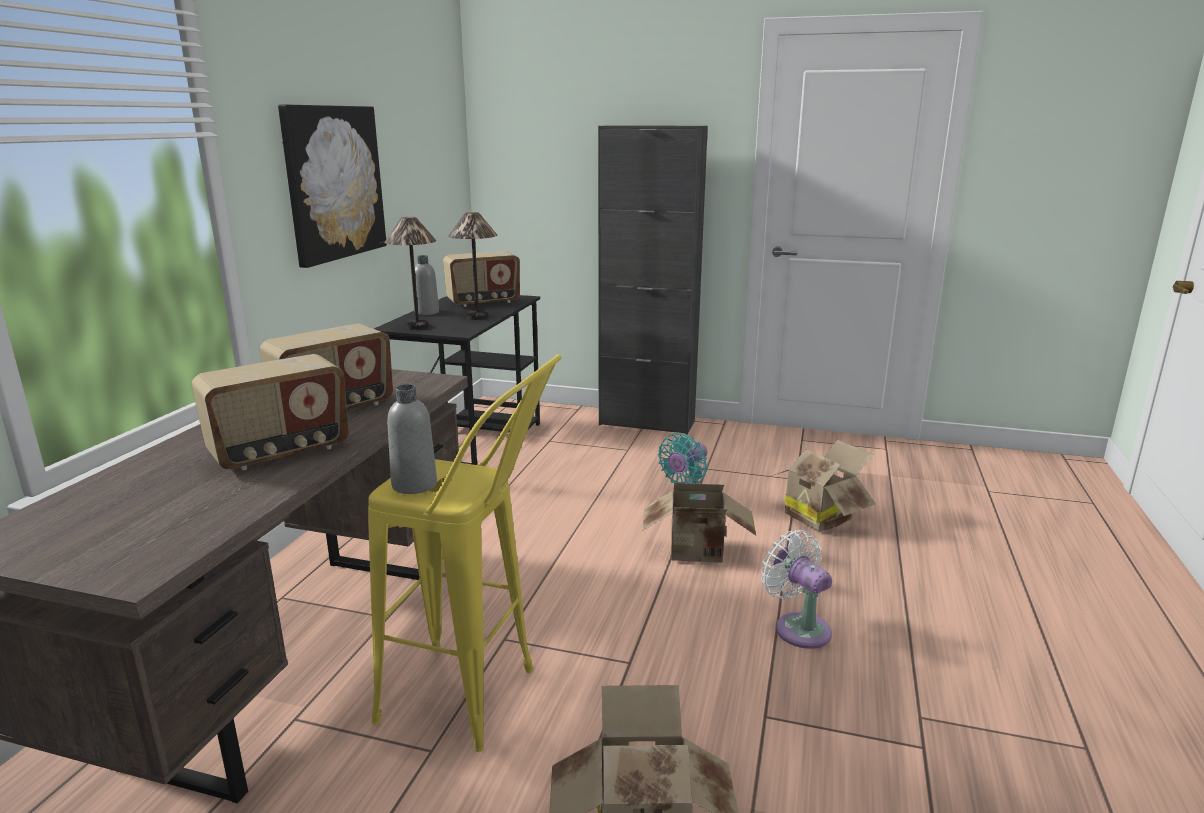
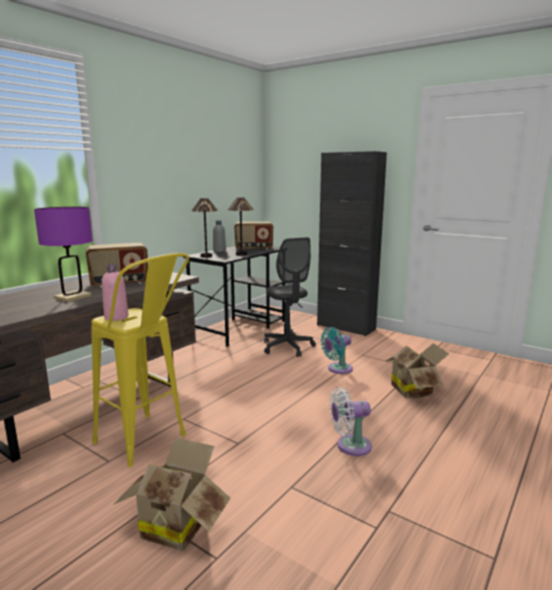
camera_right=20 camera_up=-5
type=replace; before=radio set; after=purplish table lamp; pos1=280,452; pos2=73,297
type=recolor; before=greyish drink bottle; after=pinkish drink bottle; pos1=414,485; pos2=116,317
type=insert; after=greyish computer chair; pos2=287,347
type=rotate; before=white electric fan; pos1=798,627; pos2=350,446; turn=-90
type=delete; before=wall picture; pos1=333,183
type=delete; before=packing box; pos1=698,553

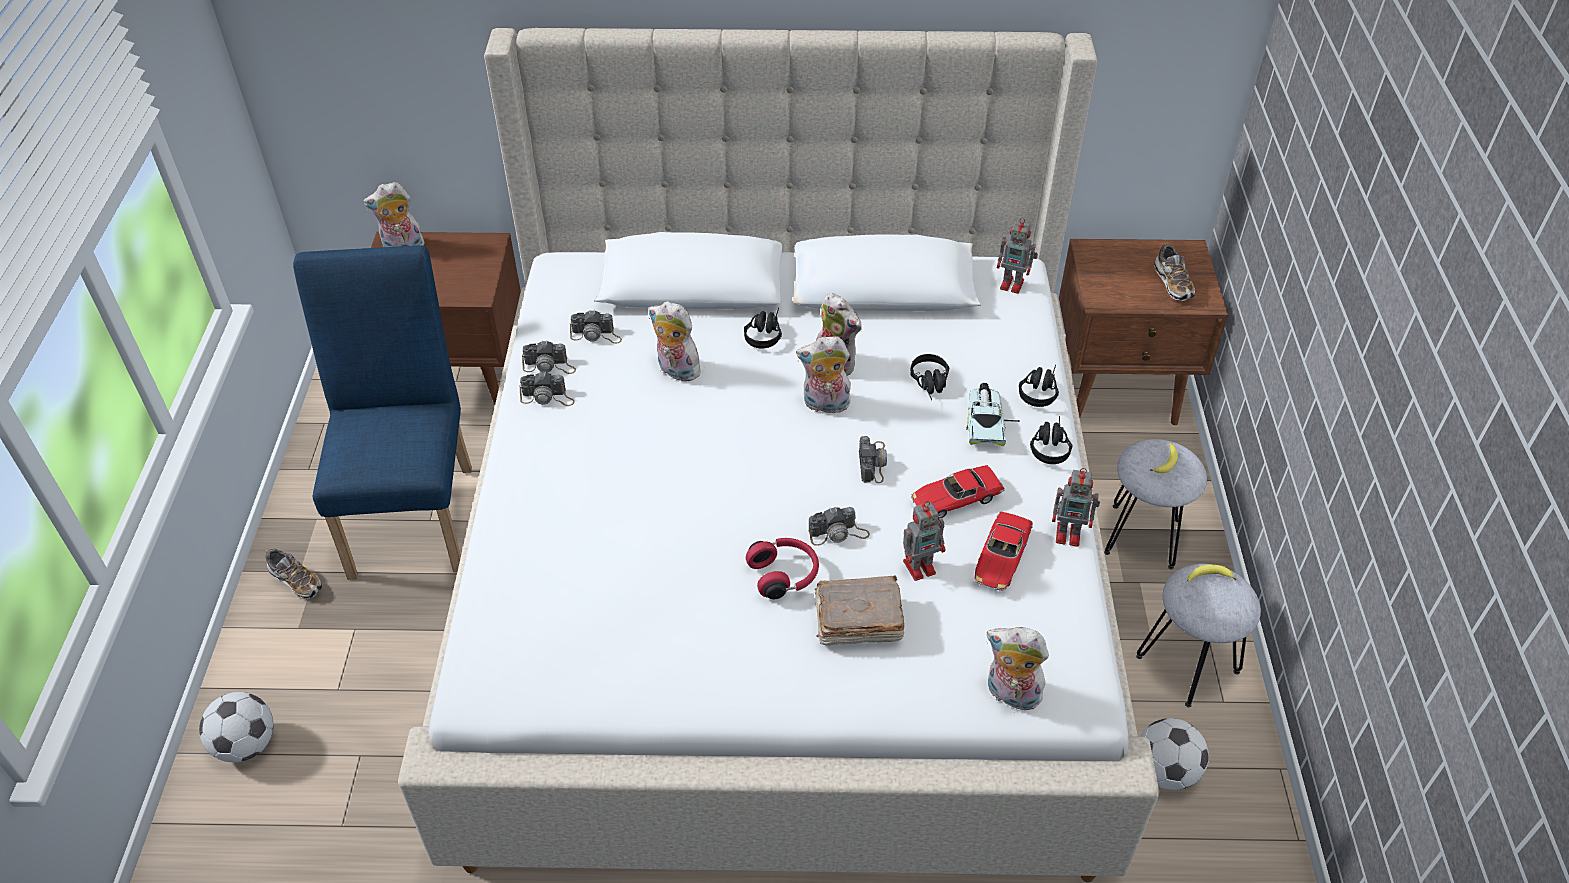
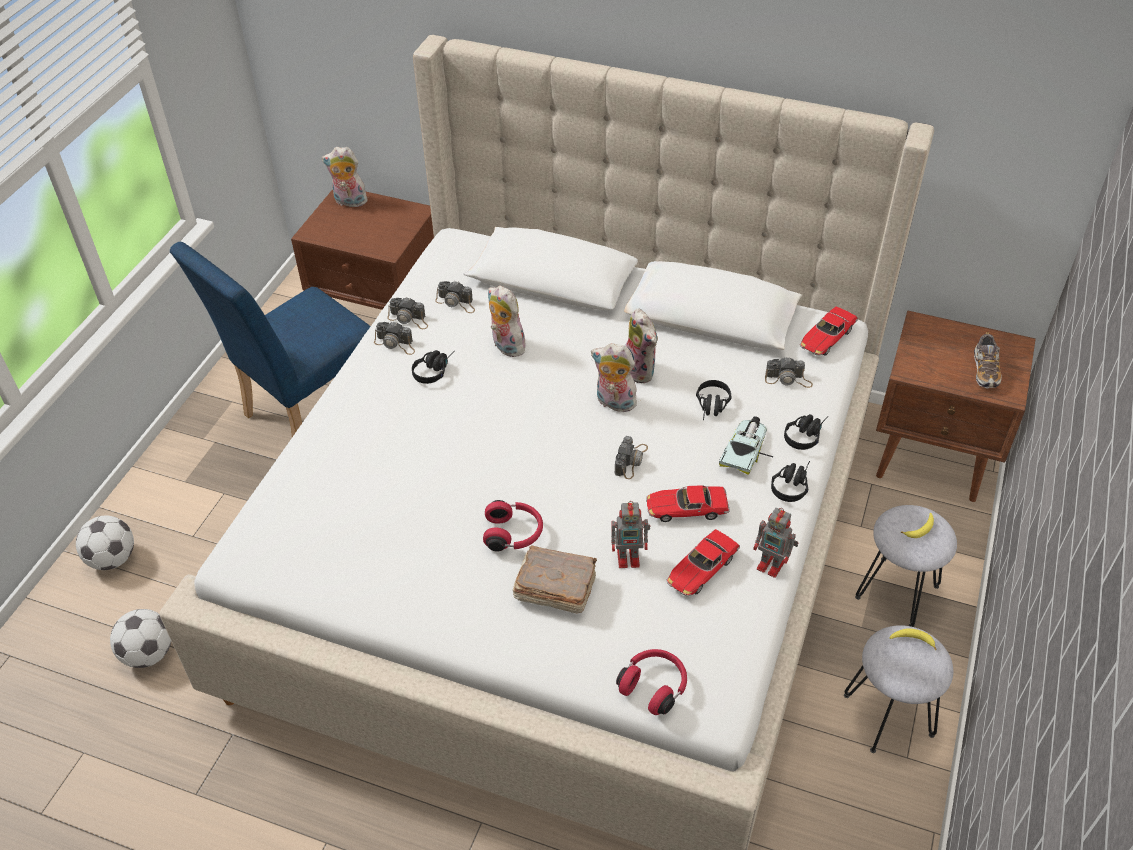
camera_right=20 camera_up=0
type=move; before=ball for football; pos1=1165,771; pos2=148,654
type=rotate; before=blue-coloured upright chair; pos1=415,510; pos2=305,413; turn=-150
type=move; before=black-coloured headset; pos1=764,333; pos2=434,370
type=replace; before=plush toy; after=red-coloured headset; pos1=1010,695; pos2=654,686
type=move; before=photo camera; pos1=838,533; pos2=788,379
type=replace; before=model robot; after=toy car; pos1=1013,284; pos2=826,338
type=delete; before=low shoe; pos1=296,581

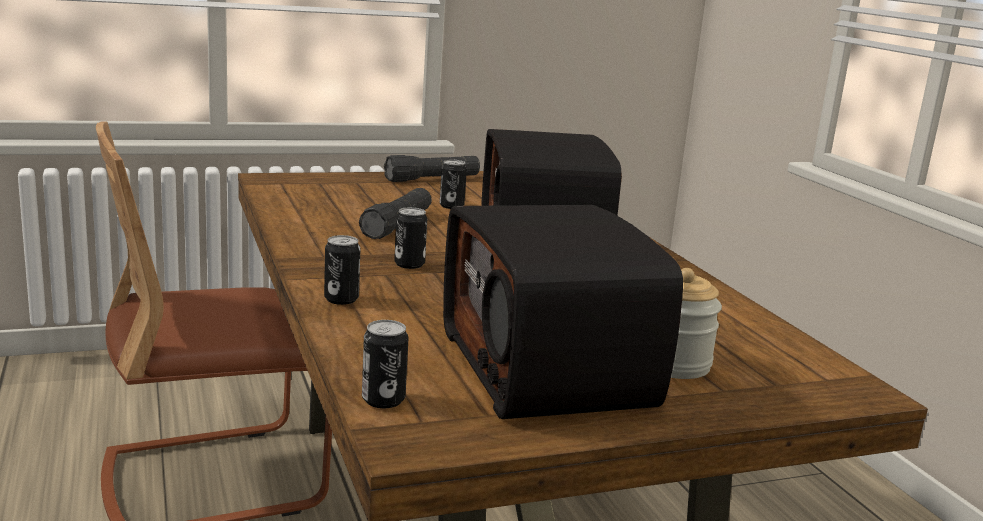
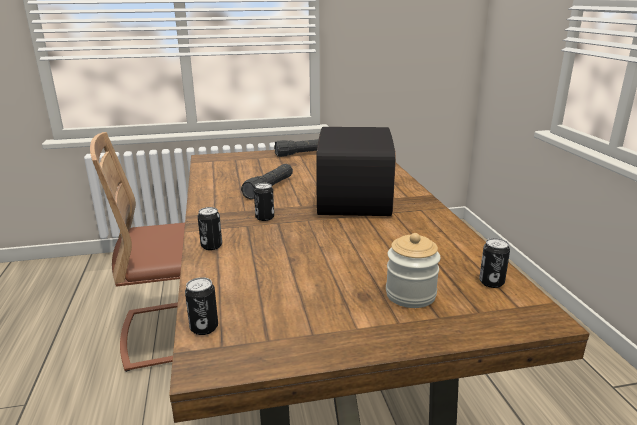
camera_right=10 camera_up=5
type=move; before=sealed can; pos1=451,206; pos2=491,282
type=delete; before=radio set; pos1=550,369

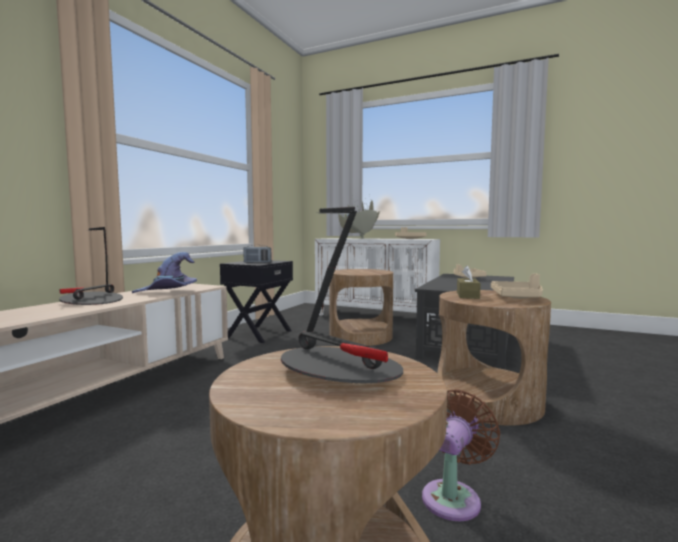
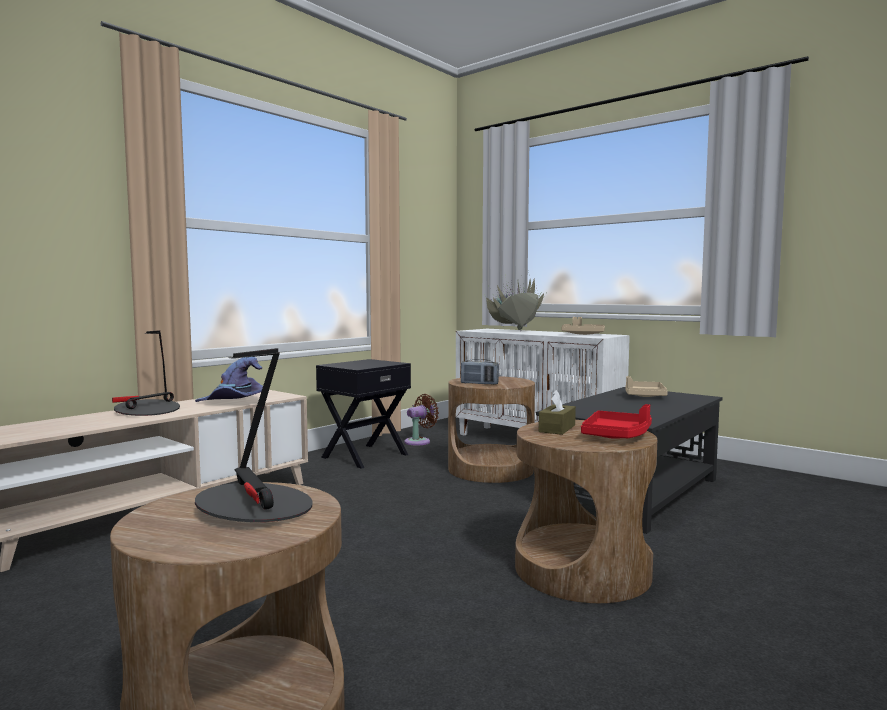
camera_right=15 camera_up=0
type=move; before=brownish electric fan; pos1=453,496; pos2=419,441
type=move; before=radio set; pos1=257,262; pos2=479,384
type=recolor; before=sand-coloured carrying tray; after=red-coloured carrying tray; pos1=517,297; pos2=617,436

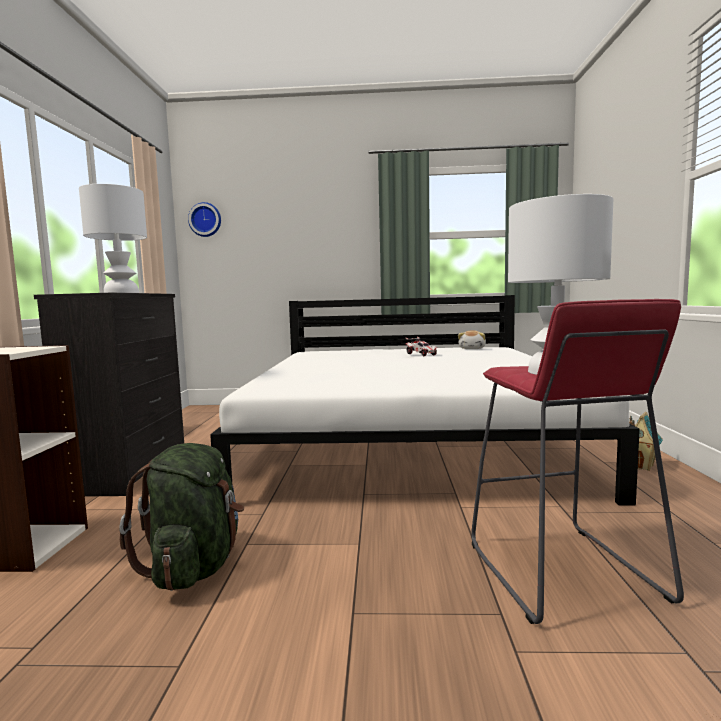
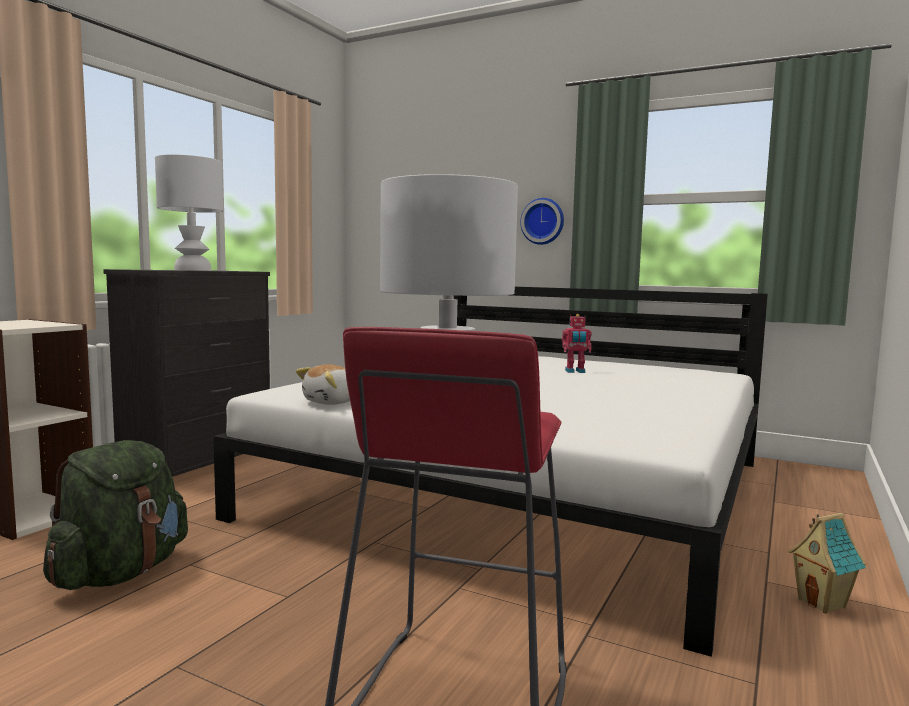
camera_right=25 camera_up=0
type=move; before=plush toy; pos1=472,349; pos2=333,402
type=move; before=wall clock; pos1=205,220; pos2=543,221
type=replace; before=toy car; after=model robot; pos1=421,354; pos2=575,371

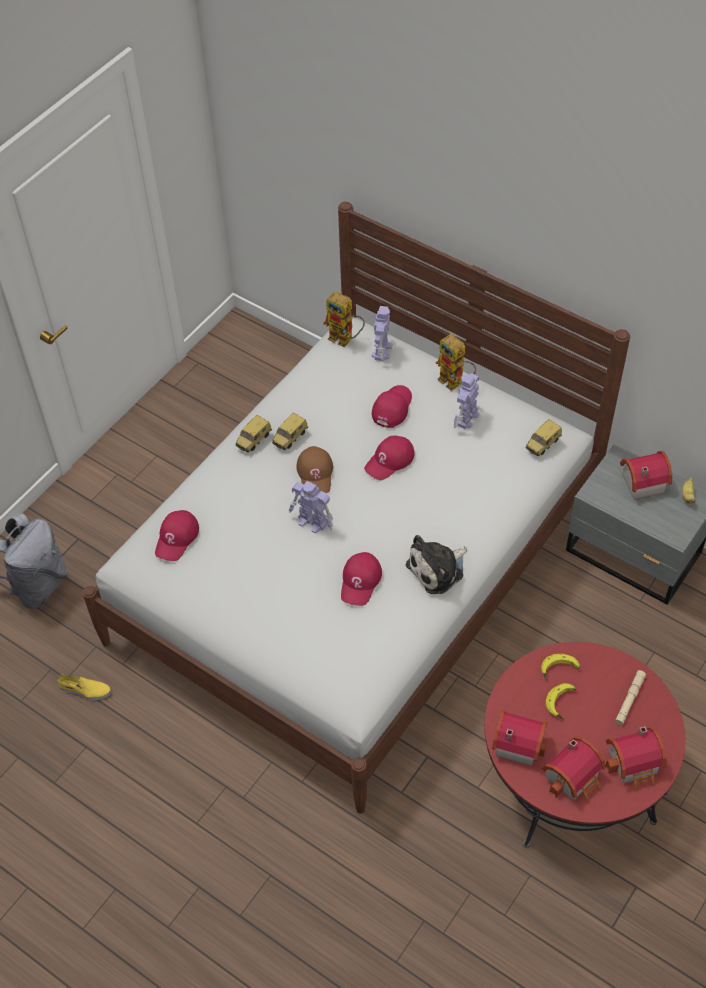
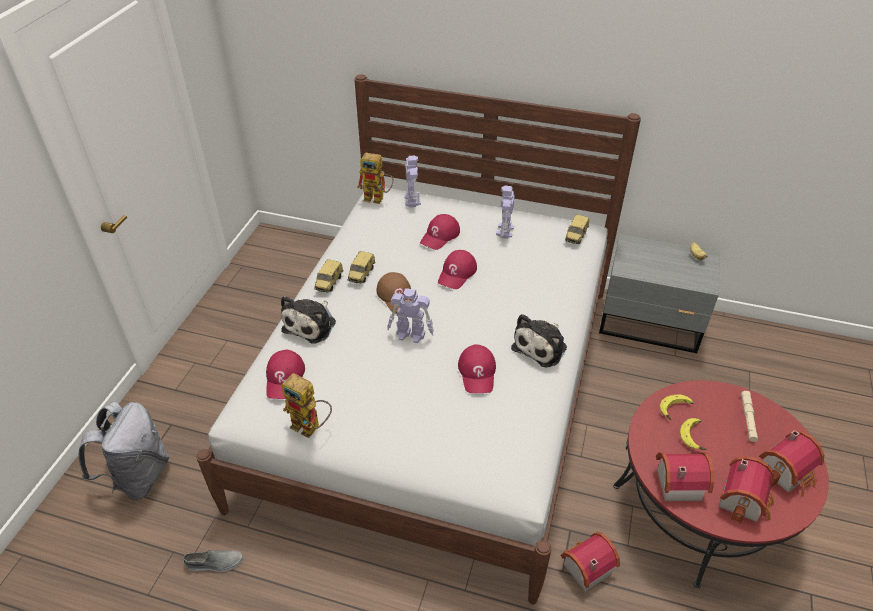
camera_right=-20 camera_up=-10
type=recolor; before=yellow-coloured low shoe; after=greyish low shoe; pos1=85,690; pos2=214,563
type=insert; after=plush toy; pos2=311,324
type=move; before=model robot; pos1=455,383; pos2=311,427
type=rotate; before=red-coloured peaked cap; pos1=392,407; pos2=440,236; turn=-150
type=move; before=toy house; pos1=640,481; pos2=584,567

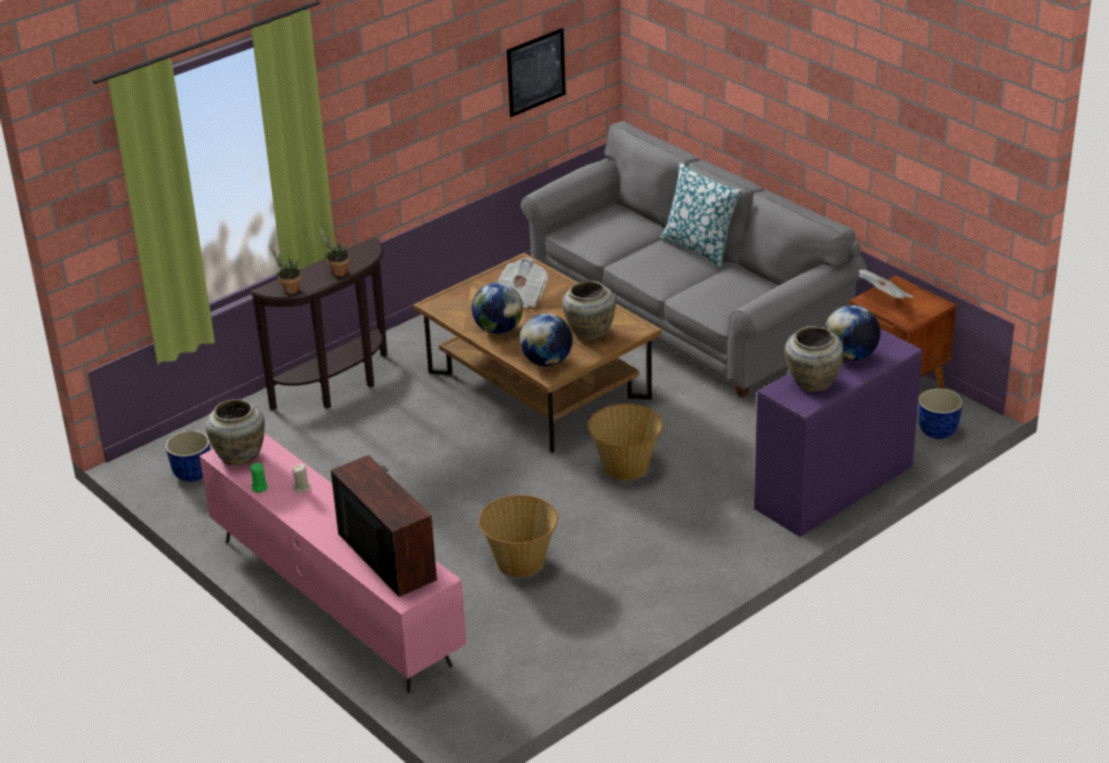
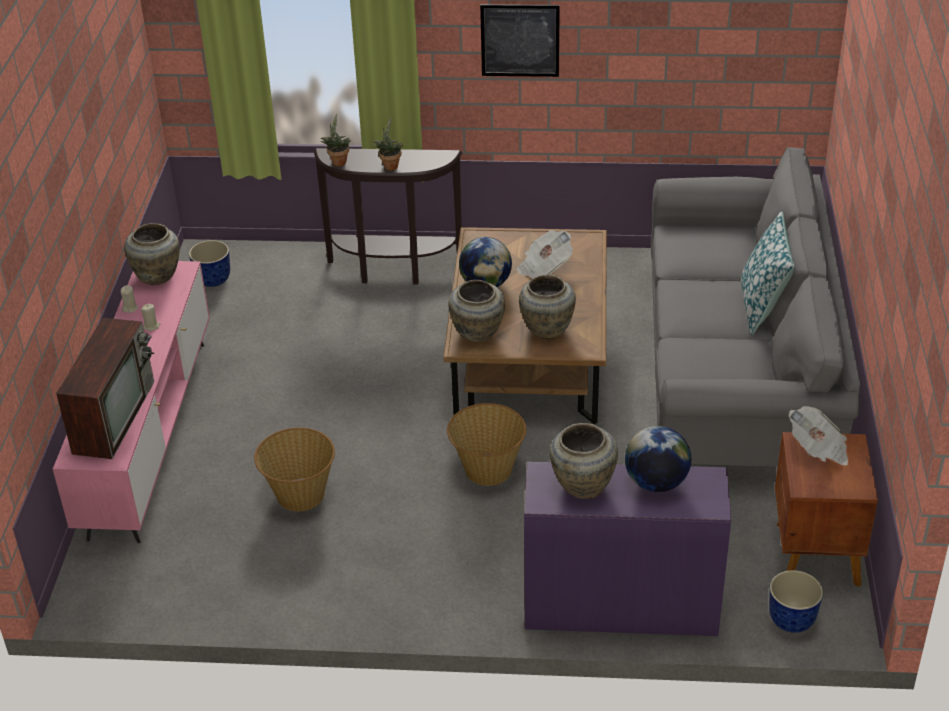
camera_right=45 camera_up=5
type=recolor; before=green-coloured wax candle; after=sand-coloured wax candle; pos1=259,487; pos2=130,308
type=replace; before=world globe; after=sand-coloured decorative vase; pos1=547,362; pos2=477,333
type=move; before=wall picture; pos1=536,72; pos2=520,40

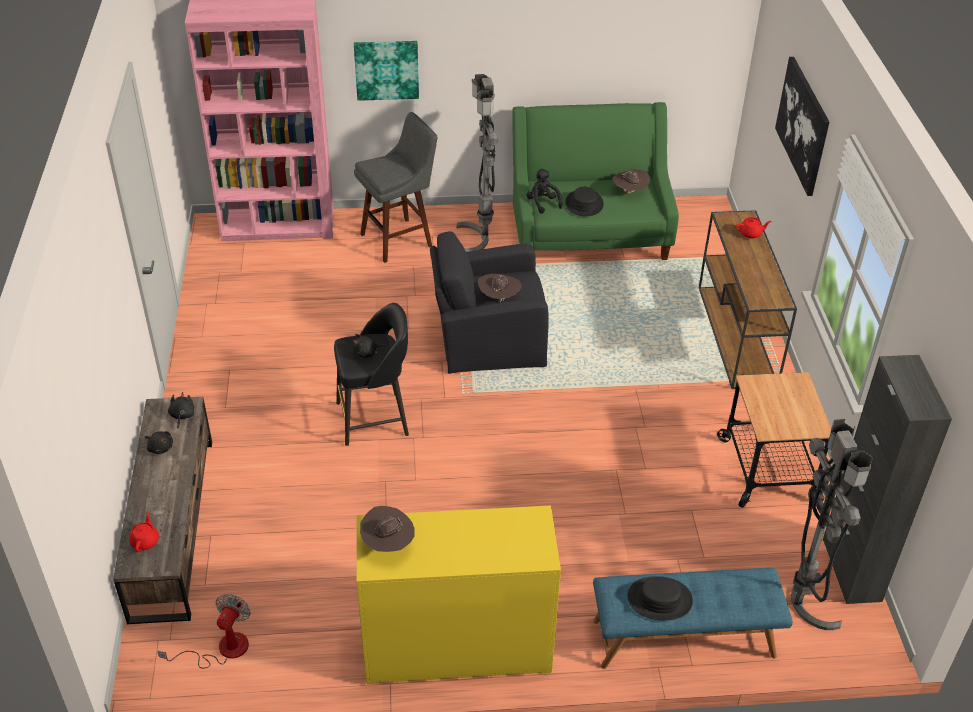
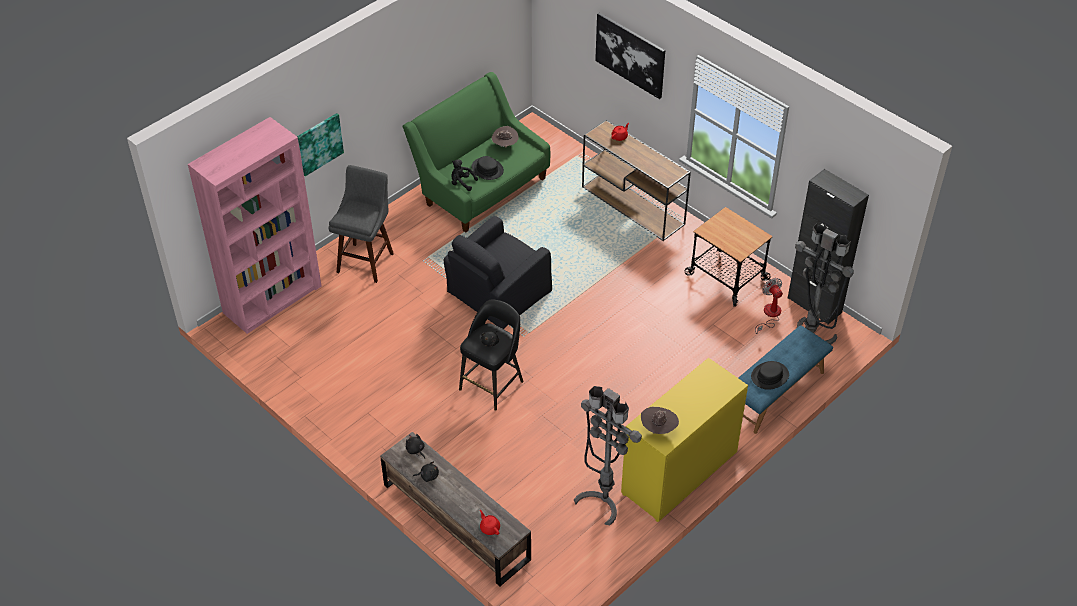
camera_right=-40 camera_up=5
type=move; before=greyish standard lamp; pos1=481,237; pos2=603,501
type=move; before=electric fan; pos1=222,649; pos2=769,315
type=delete; before=brownish clothing hat; pos1=499,298

